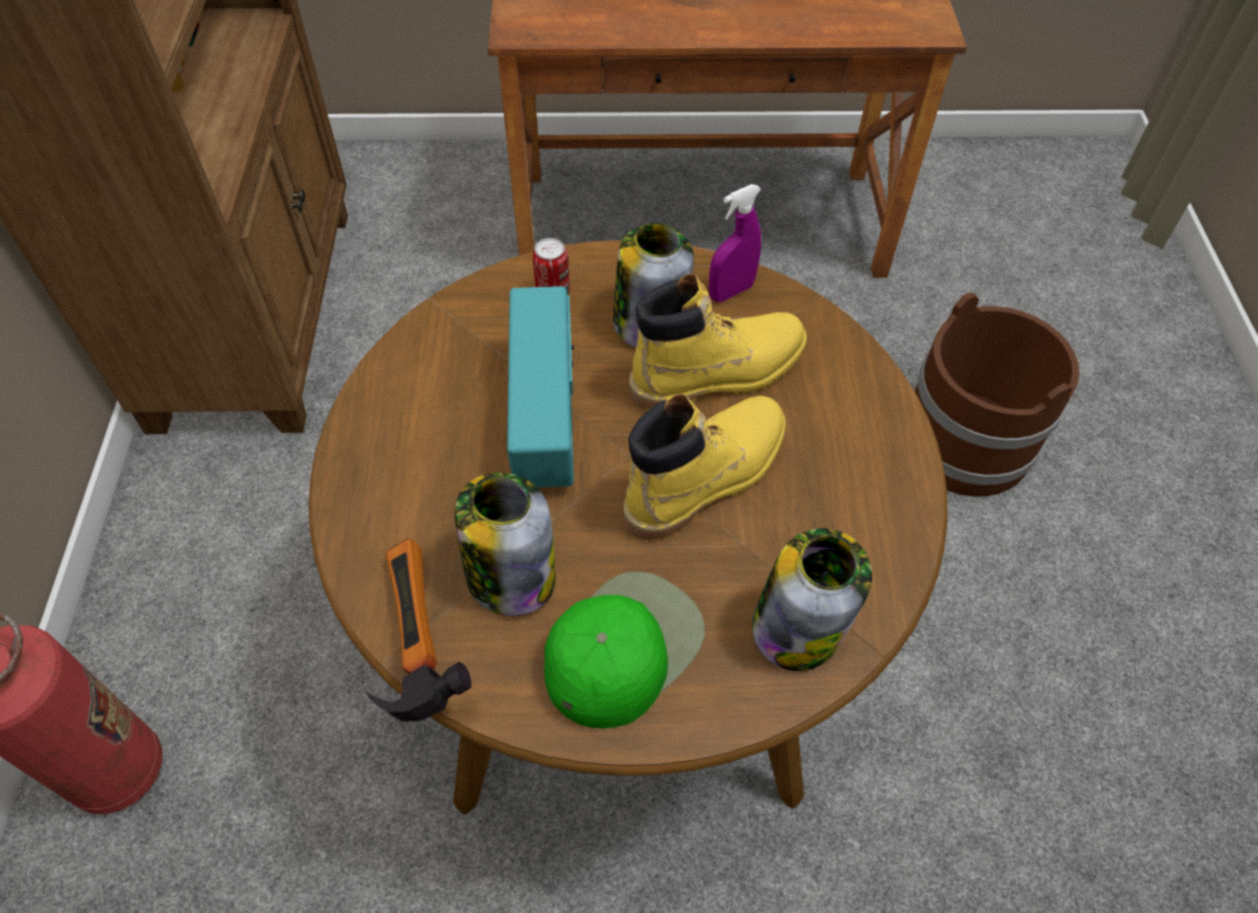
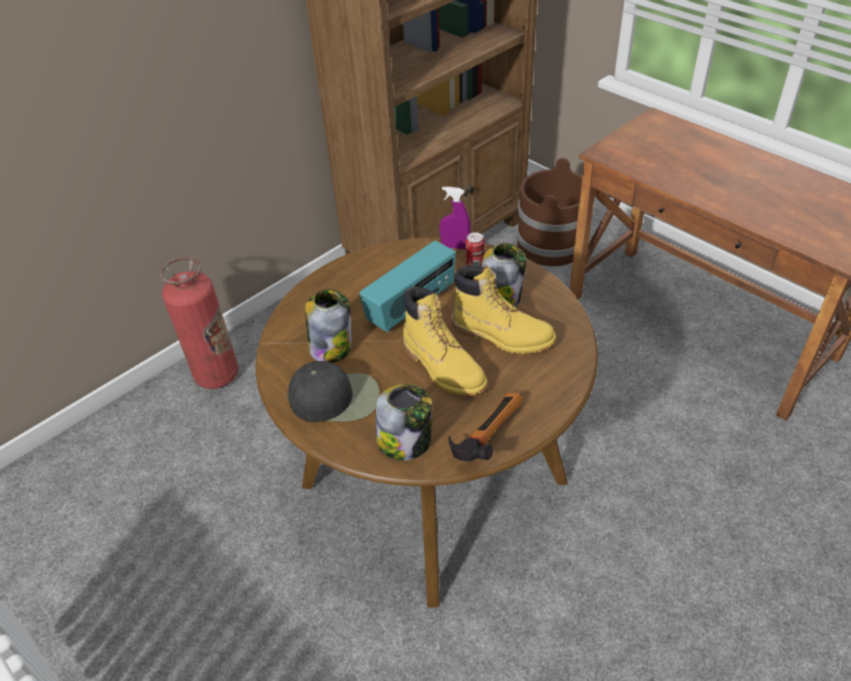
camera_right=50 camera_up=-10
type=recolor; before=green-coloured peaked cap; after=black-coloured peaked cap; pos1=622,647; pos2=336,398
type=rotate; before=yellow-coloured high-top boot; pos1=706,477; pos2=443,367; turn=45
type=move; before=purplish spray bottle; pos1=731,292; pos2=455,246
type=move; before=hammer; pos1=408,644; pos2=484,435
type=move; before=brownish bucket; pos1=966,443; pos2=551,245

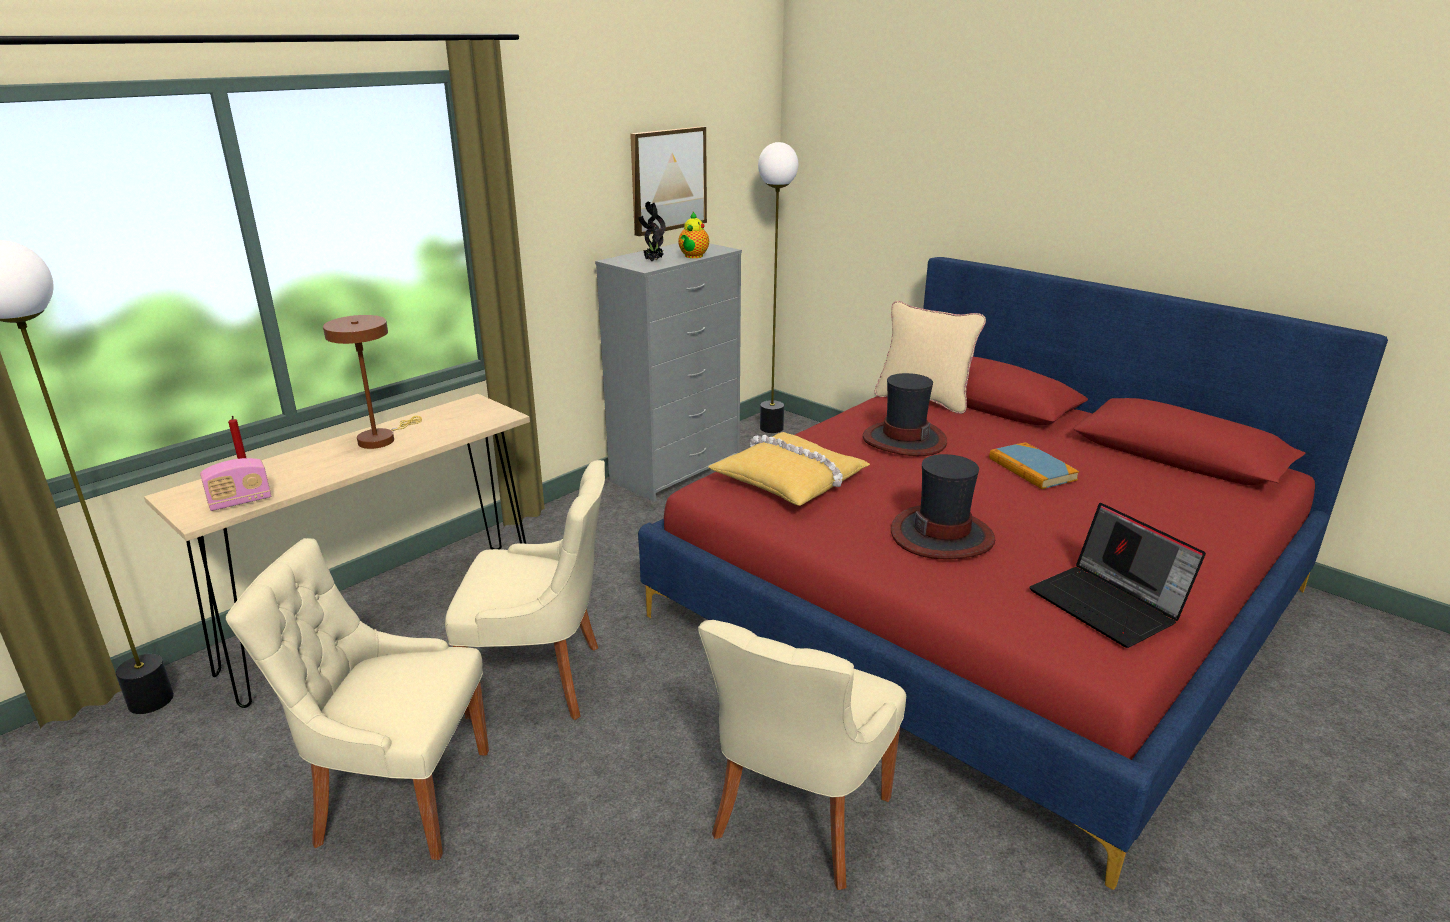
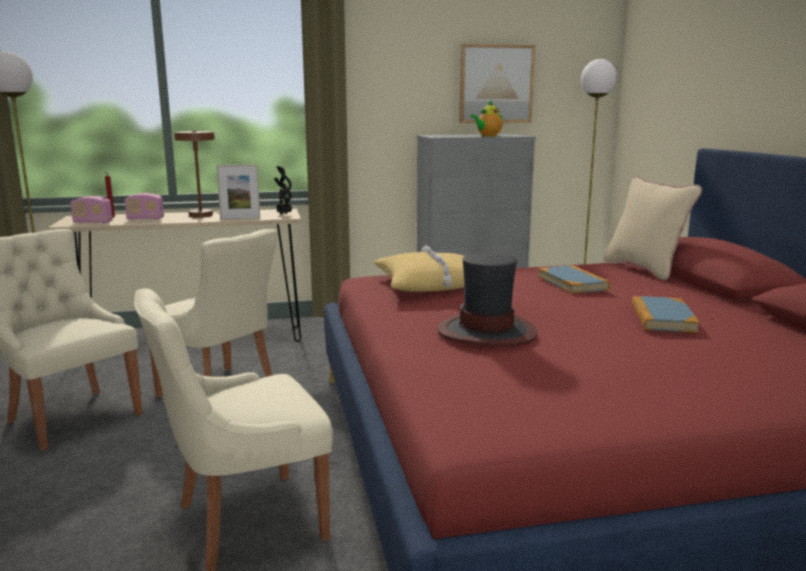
camera_right=35 camera_up=-10
type=insert; after=radio set; pos2=145,219
type=insert; after=photo frame; pos2=240,219
type=move; before=houseplant; pos1=653,261; pos2=283,215
type=replace; before=clothing hat; after=bound book; pos1=903,440; pos2=572,283
type=delete; before=notebook computer; pos1=1109,605

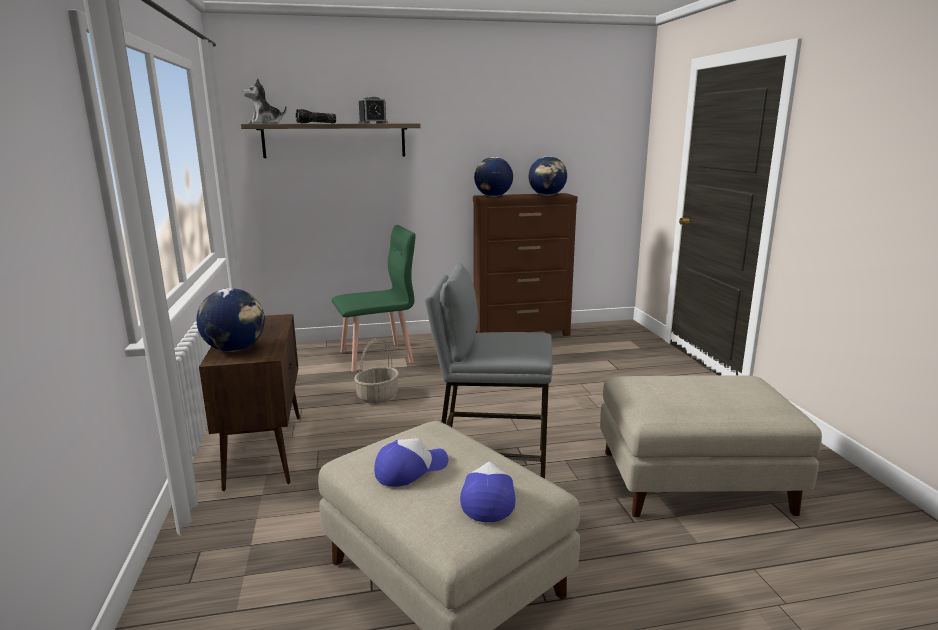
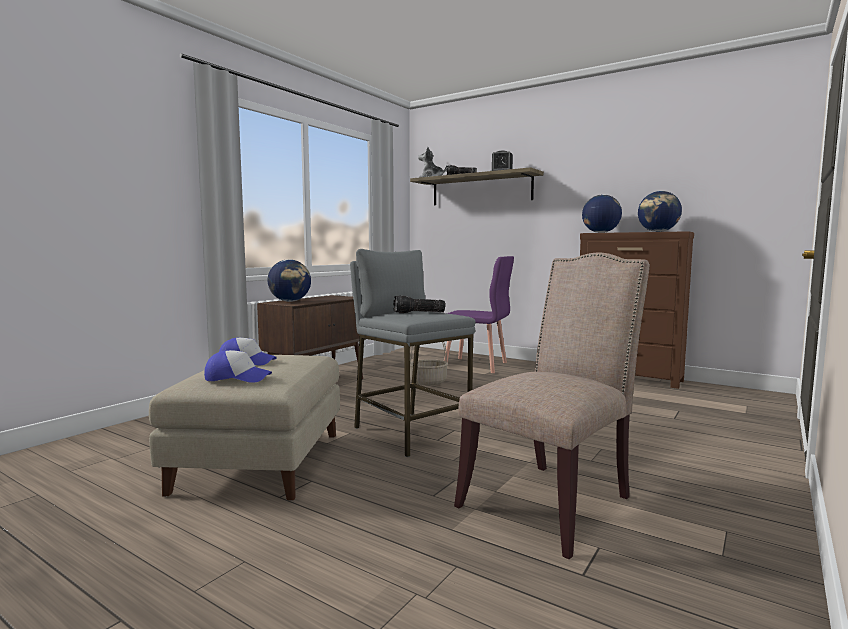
camera_right=45 camera_up=-10
type=rotate; before=peaked cap; pos1=488,498; pos2=237,378; turn=45
type=insert; after=hand torch; pos2=419,313
type=recolor; before=green-coloured upright chair; after=purplish upright chair; pos1=377,357; pos2=476,365
type=replace; before=sand-coloured footrest; after=sand-coloured upright chair; pos1=694,481; pos2=552,501

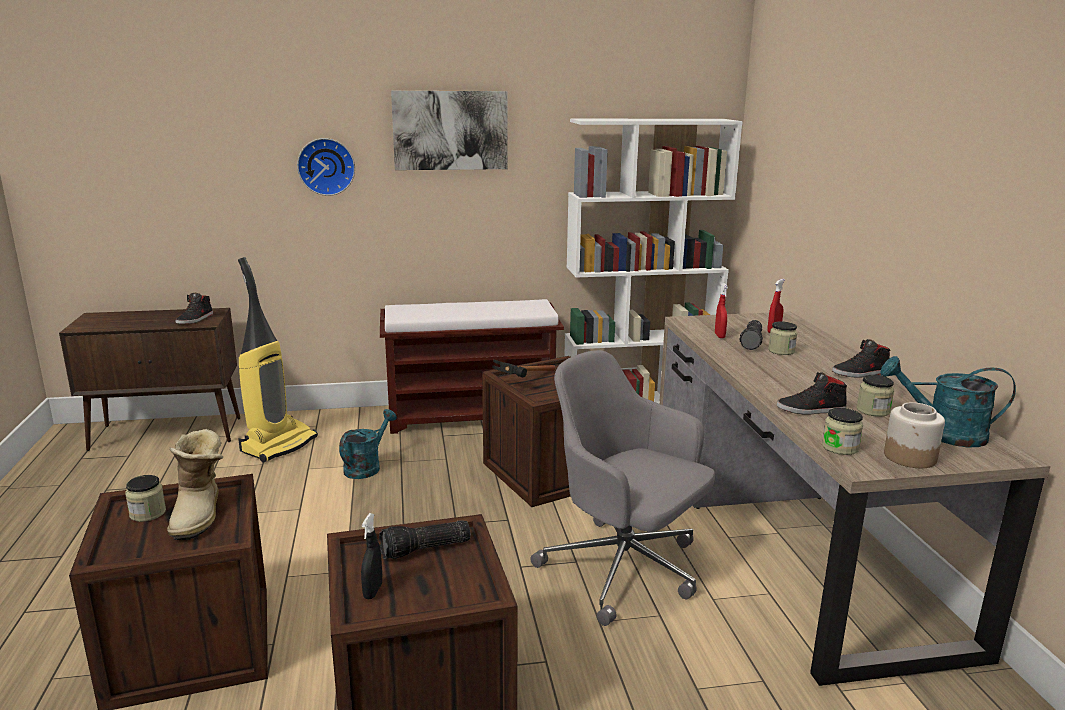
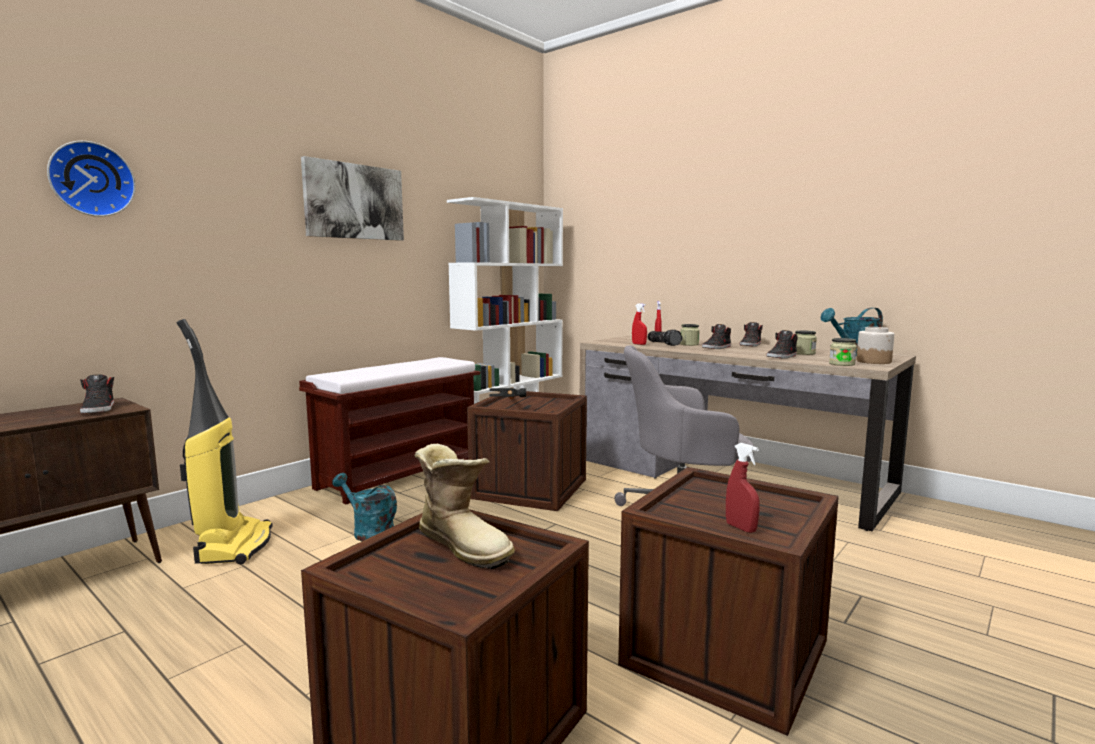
camera_right=-40 camera_up=-10
type=move; before=wall clock; pos1=326,166; pos2=91,179
type=rotate; before=blue-green watering can; pos1=366,467; pos2=368,532; turn=-45
type=insert; after=black-coloured low shoe; pos2=717,348
type=recolor; before=black-coloured spray bottle; after=red-coloured spray bottle; pos1=373,591; pos2=741,528
type=delete; before=jar; pos1=148,513
type=delete; before=hand torch; pos1=425,550

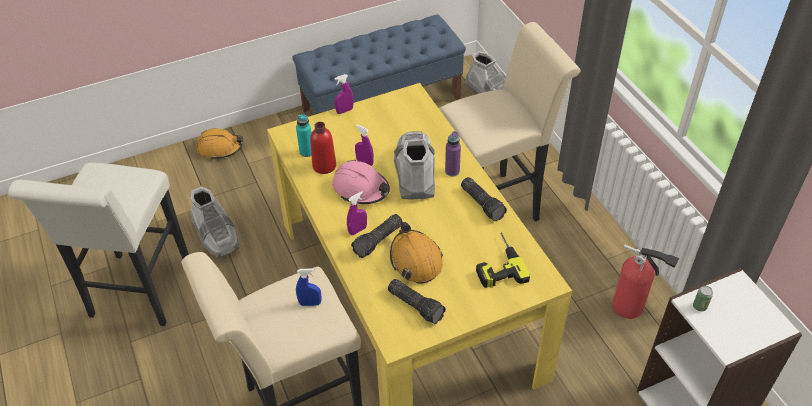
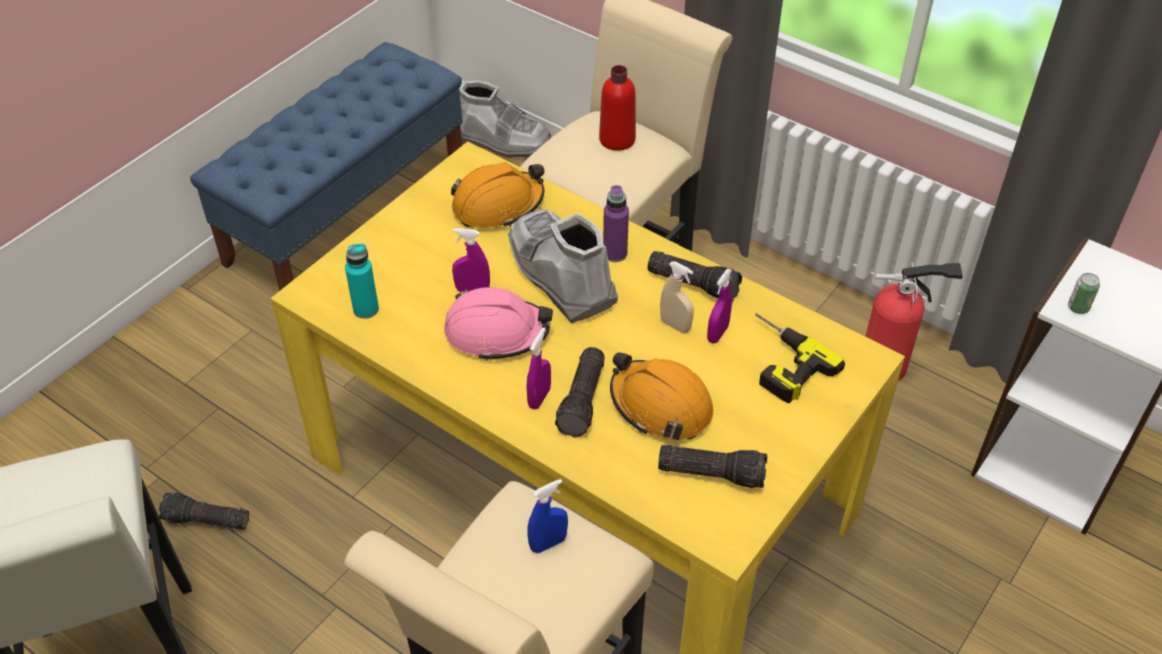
camera_right=-30 camera_up=0
type=replace; before=greyish high-top boot; after=hand torch; pos1=216,235; pos2=206,521
type=move; before=orange hard hat; pos1=220,148; pos2=498,205
type=move; before=red-coloured drink bottle; pos1=324,166; pos2=617,139
type=insert; after=sand-coloured spray bottle; pos2=675,325
type=move; before=purplish spray bottle; pos1=344,111; pos2=717,334

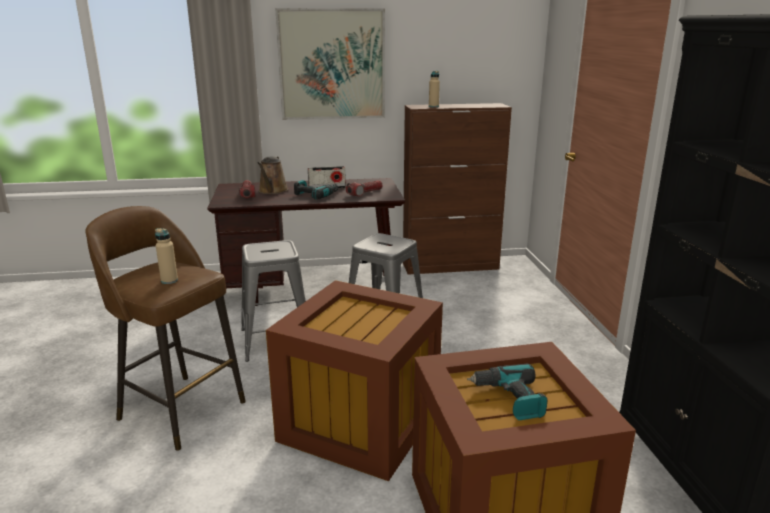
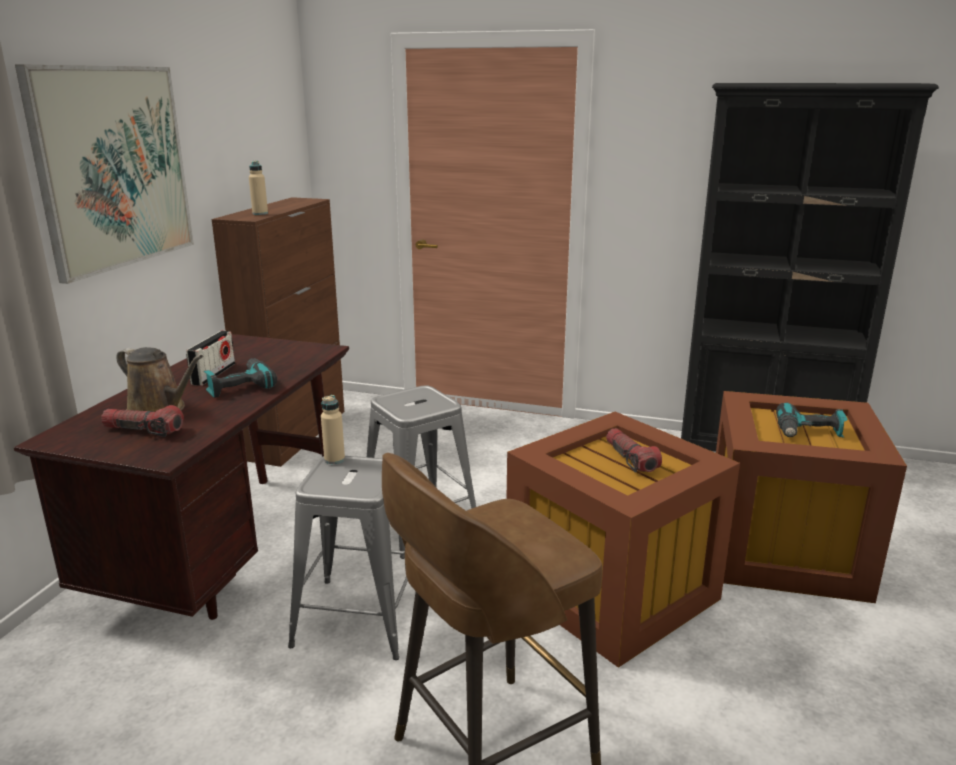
camera_right=-65 camera_up=0
type=move; before=sand-coloured drink bottle; pos1=169,280; pos2=334,459
type=move; before=hand torch; pos1=364,193; pos2=630,459

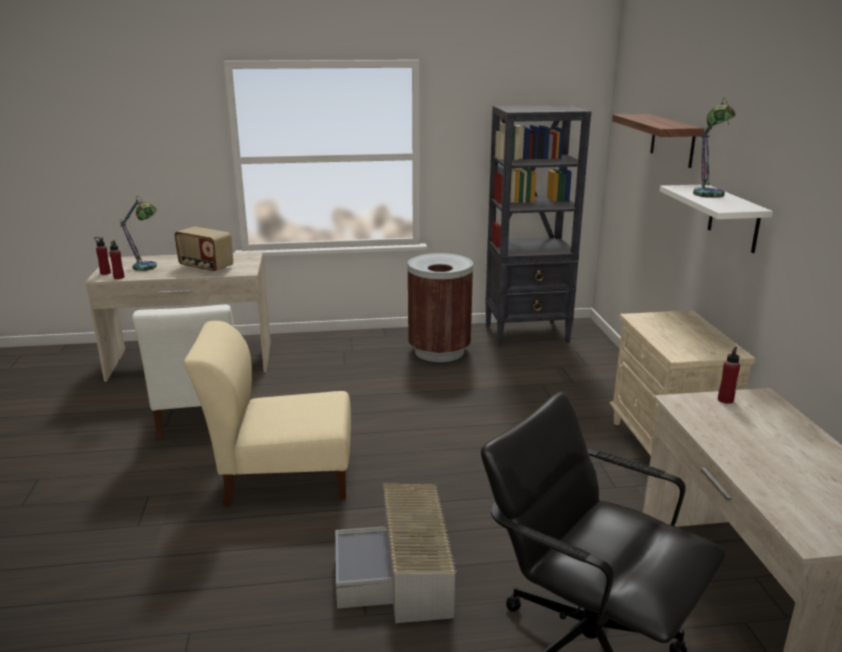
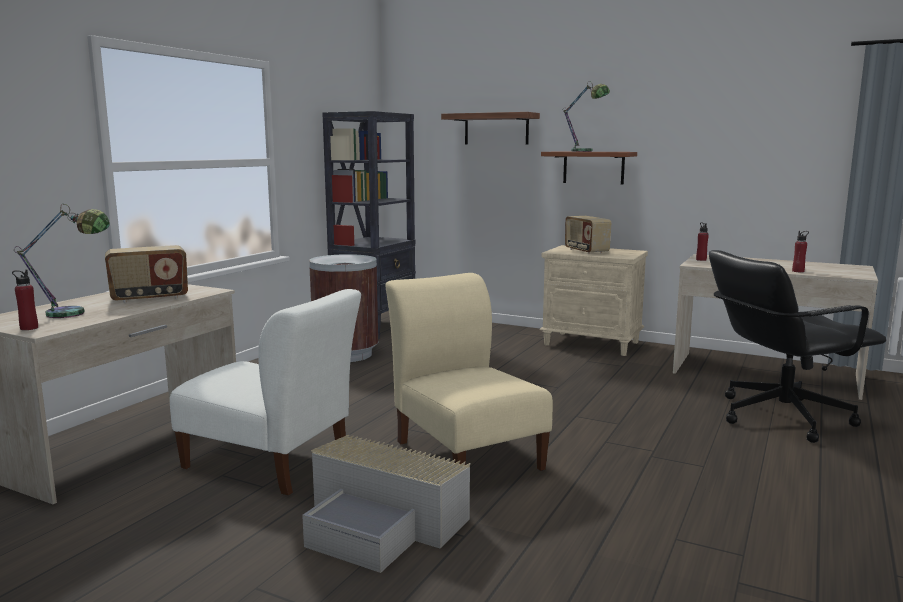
camera_right=-55 camera_up=-10
type=move; before=greyish storage box; pos1=400,574; pos2=383,524
type=rotate; before=sand-coloured upright chair; pos1=282,476; pos2=466,453; turn=120
type=recolor; before=white bracket shelf; after=brownish bracket shelf; pos1=734,218; pos2=593,167
type=insert; after=radio set; pos2=585,251
type=move; before=red-coloured drink bottle; pos1=119,277; pos2=798,271

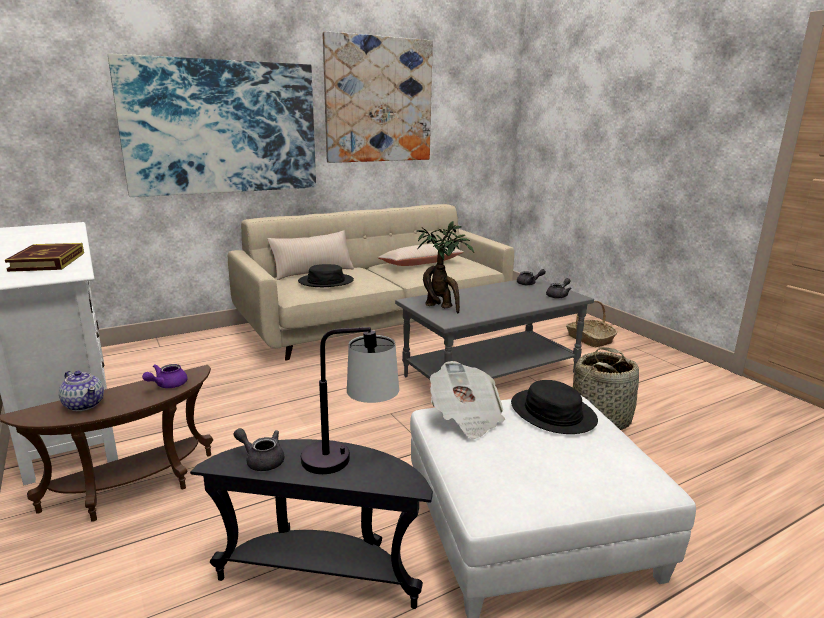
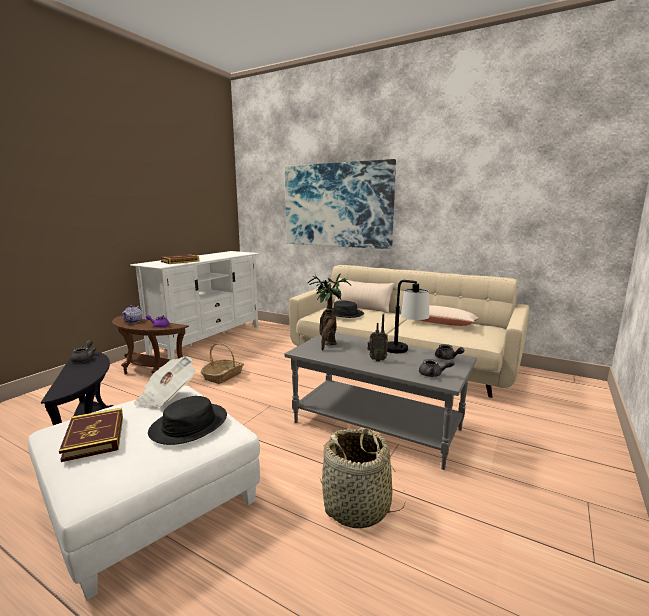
camera_right=60 camera_up=-5
type=insert; after=bound book; pos2=95,437
type=move; before=household basket; pos1=589,339; pos2=223,376
type=insert; after=radio set; pos2=377,359
type=move; before=table lamp; pos1=349,459; pos2=404,352
type=delete; before=wall picture; pos1=379,100

